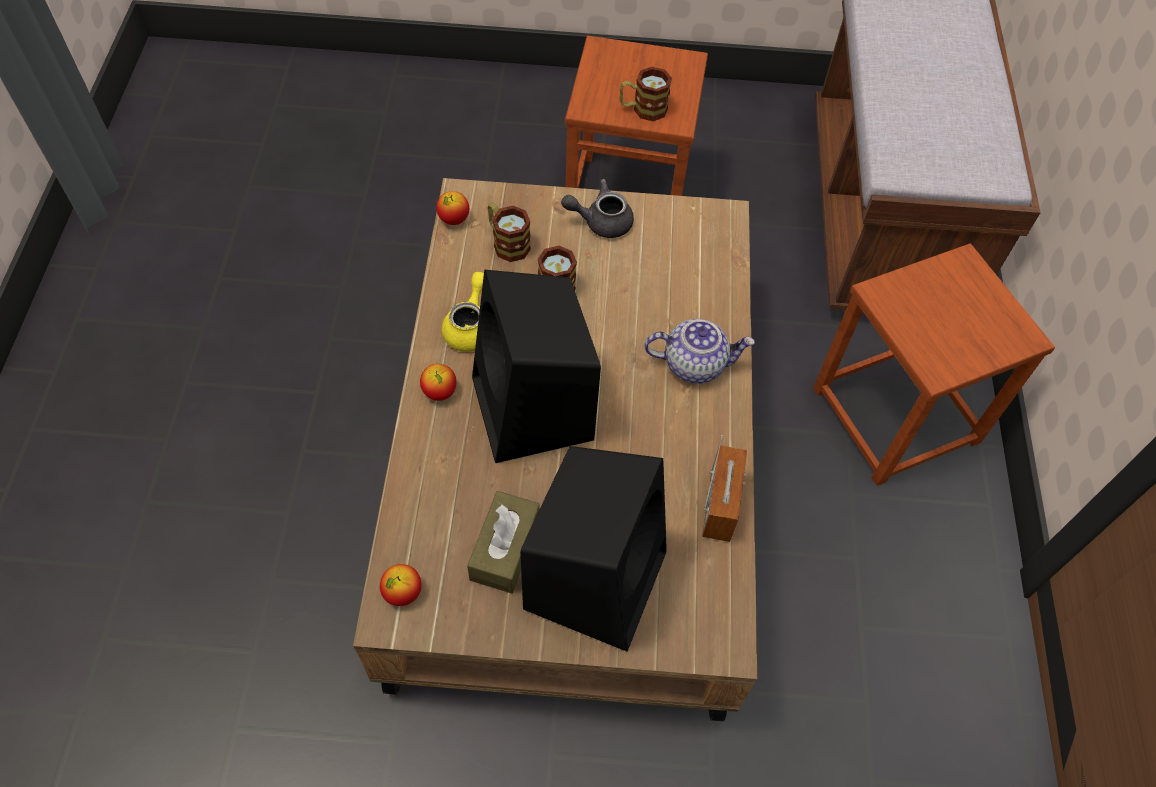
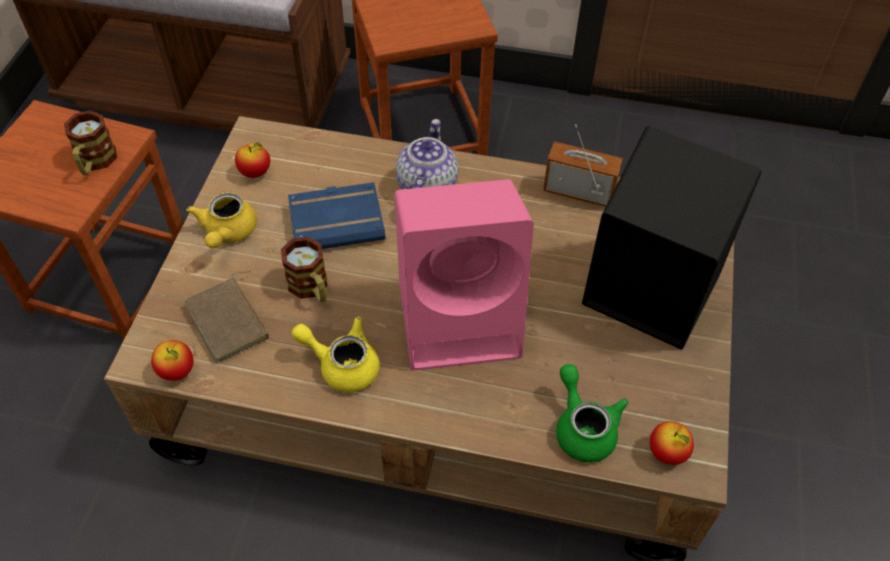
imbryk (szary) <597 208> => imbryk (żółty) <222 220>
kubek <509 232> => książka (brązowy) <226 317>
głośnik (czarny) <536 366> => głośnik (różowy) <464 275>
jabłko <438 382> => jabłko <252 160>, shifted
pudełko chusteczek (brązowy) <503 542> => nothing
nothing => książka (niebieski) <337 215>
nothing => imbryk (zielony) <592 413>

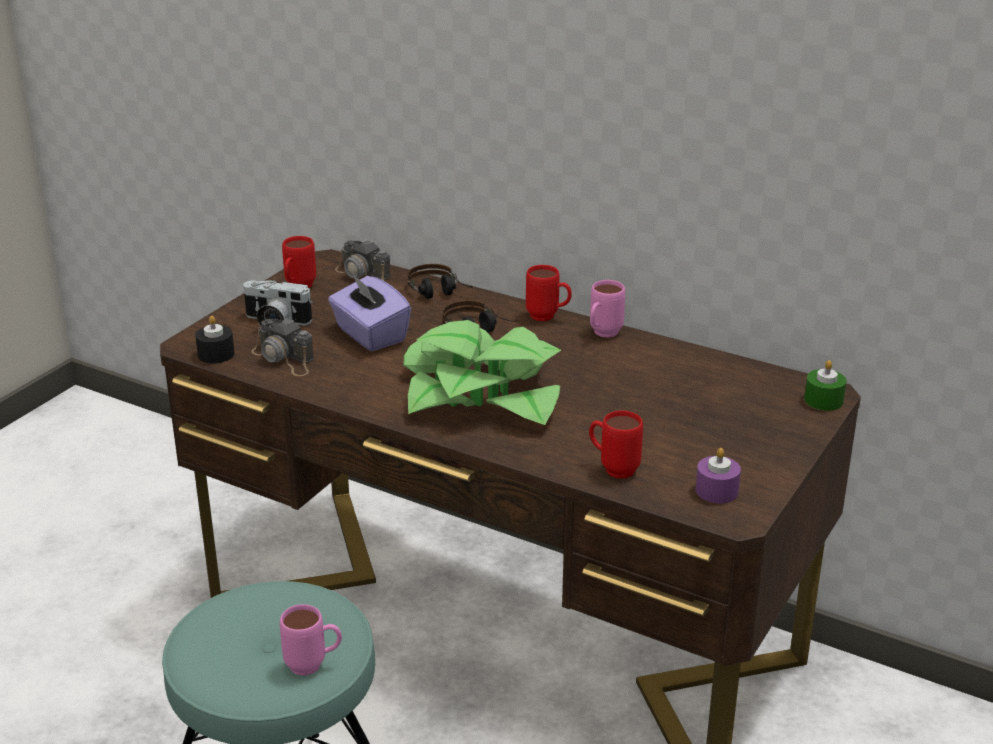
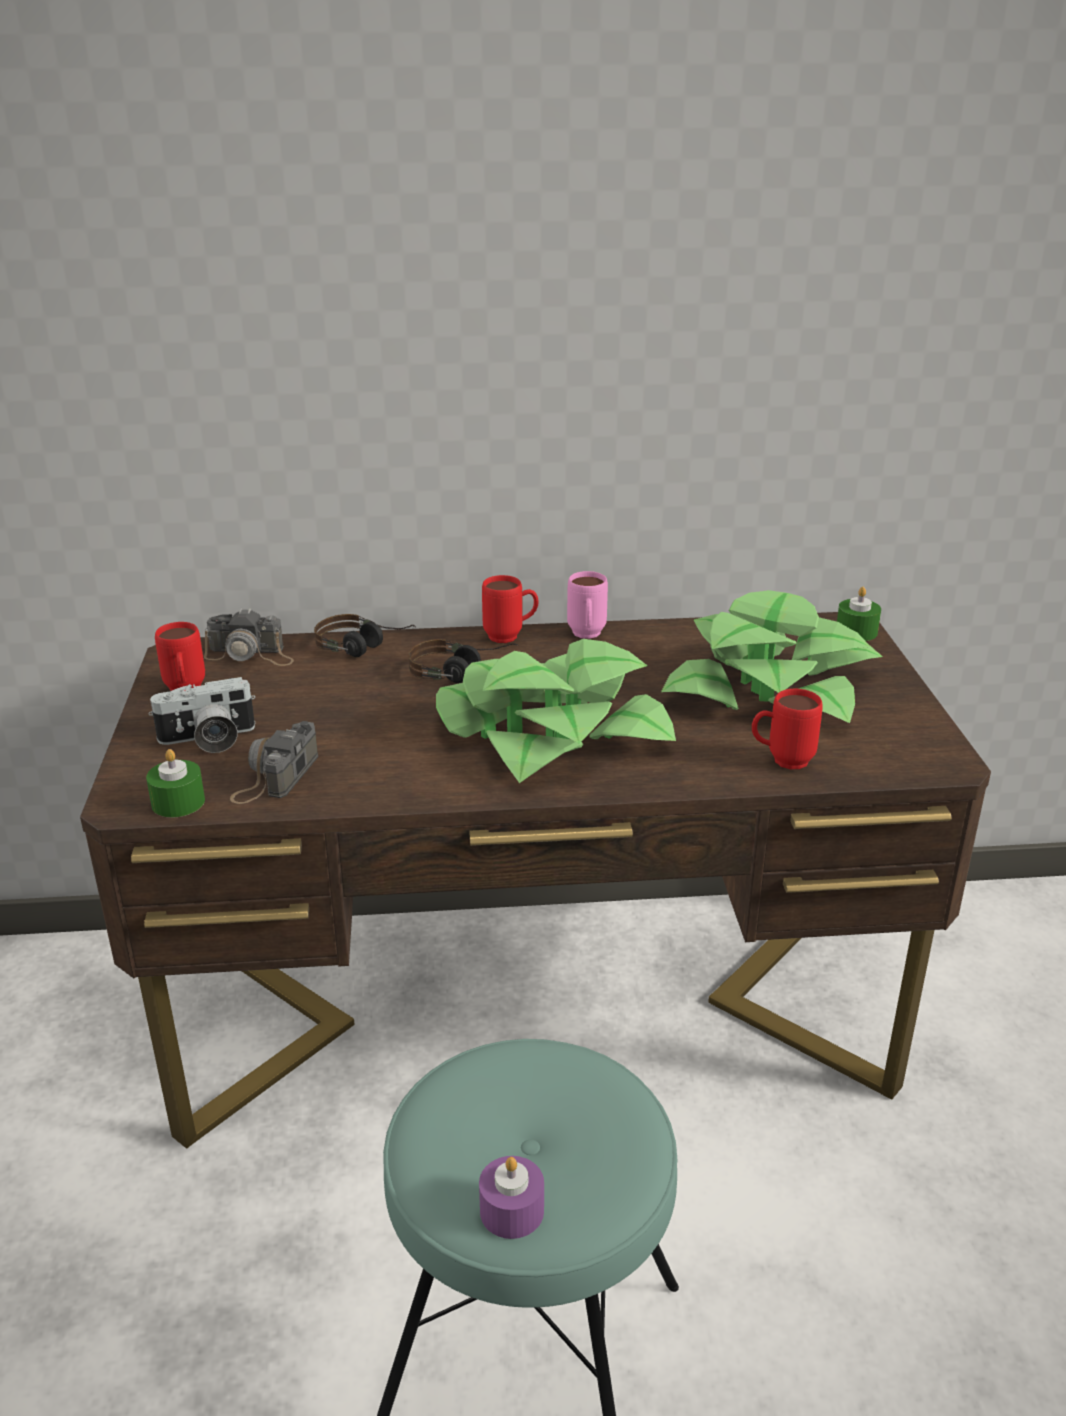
pudełko chusteczek (fioletowy) <369 312> => nothing
świeca (czarny) <215 339> => świeca (zielony) <175 783>
aparat fotograficzny <282 347> => aparat fotograficzny <274 762>, 105 degrees clockwise
świeca (fioletowy) <718 475> => świeca (fioletowy) <511 1197>, shifted
kubek (różowy) <311 640> => nothing
nothing => roślina doniczkowa <772 656>

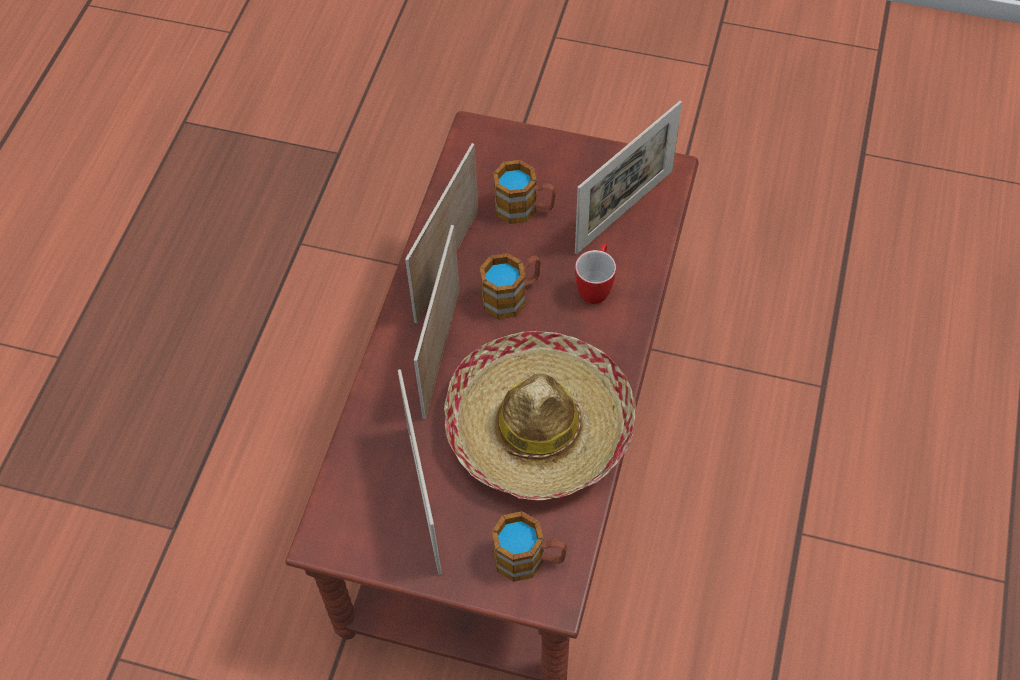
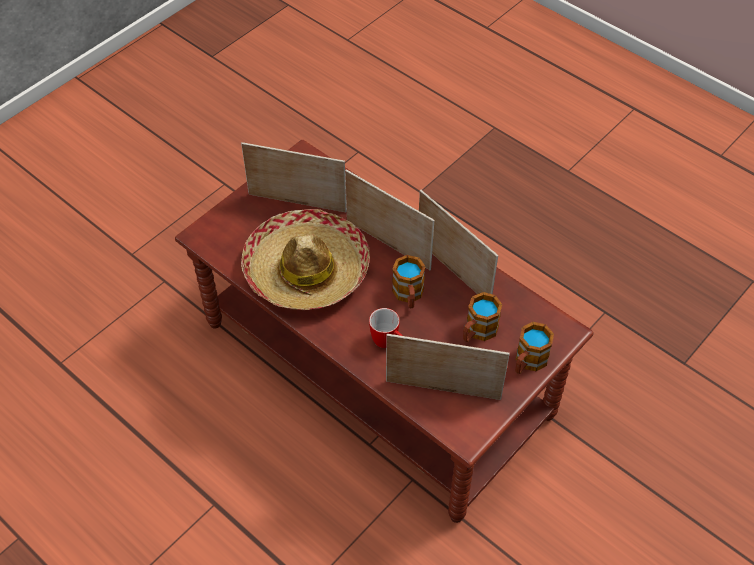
ramka na zdjęcie <628 177> => ramka na zdjęcie <448 367>, 120 degrees clockwise
kubek <529 546> => kubek <534 348>, shifted

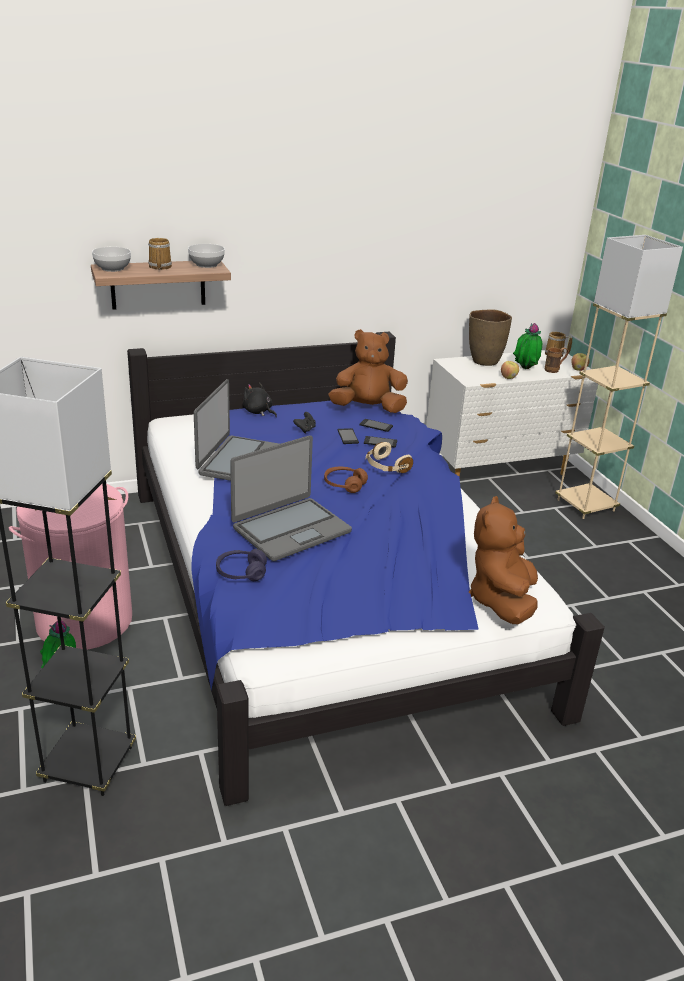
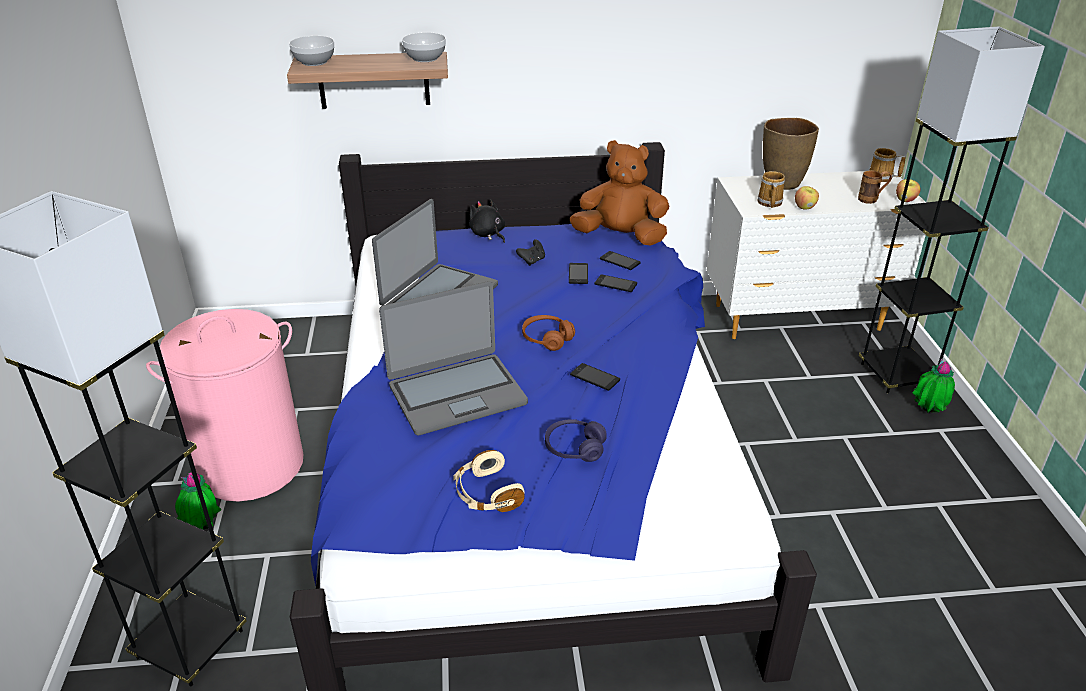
lampa stojąca (beżowy) <619 377> => lampa stojąca (czarny) <952 209>
kubek <160 254> => kubek <771 189>, shifted
roślina doniczkowa <527 346> => roślina doniczkowa <933 386>, shifted
słuchawki (beżowy) <389 457> => słuchawki (beżowy) <489 481>, shifted
pluszak (brązowy) <503 560> => nothing
słuchawki (fioletowy) <241 565> => słuchawki (fioletowy) <576 440>, shifted
nothing => telefon <595 377>

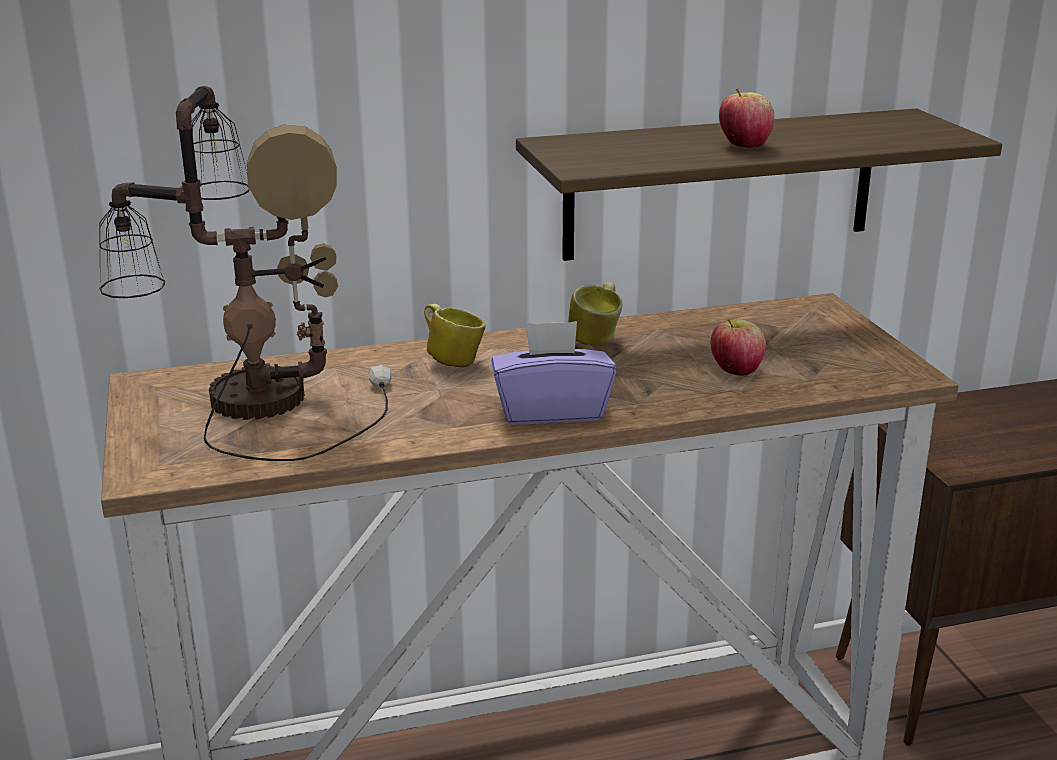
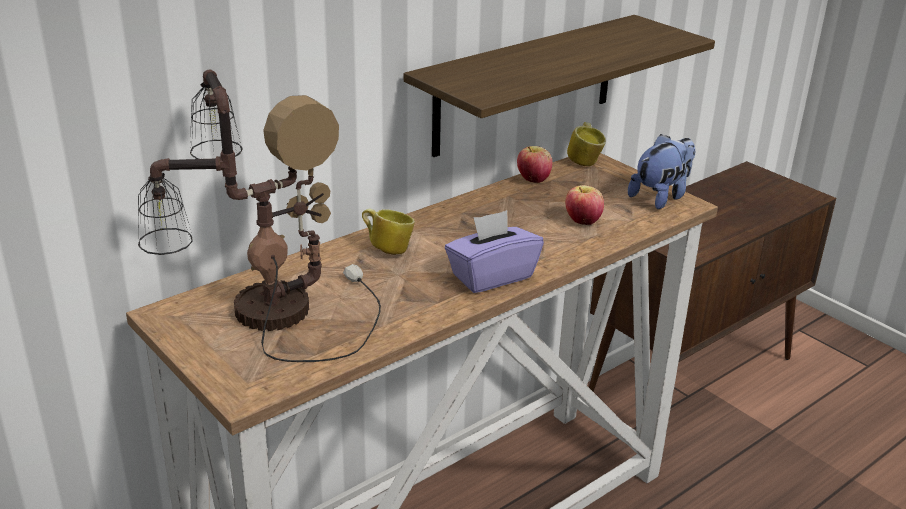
jabłko <747 118> => jabłko <535 164>, shifted
kubek <595 313> => kubek <586 144>, shifted
nothing => pluszak <661 171>

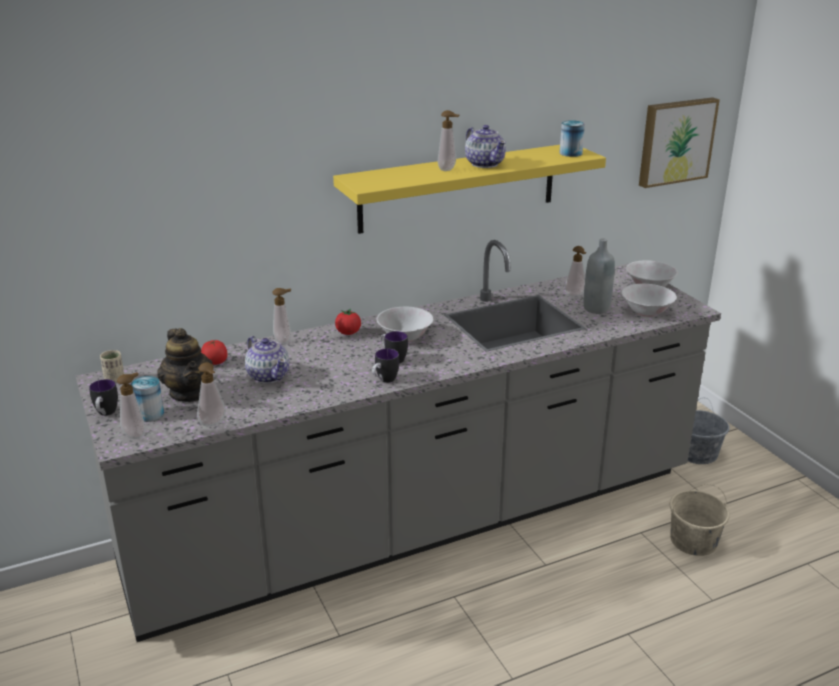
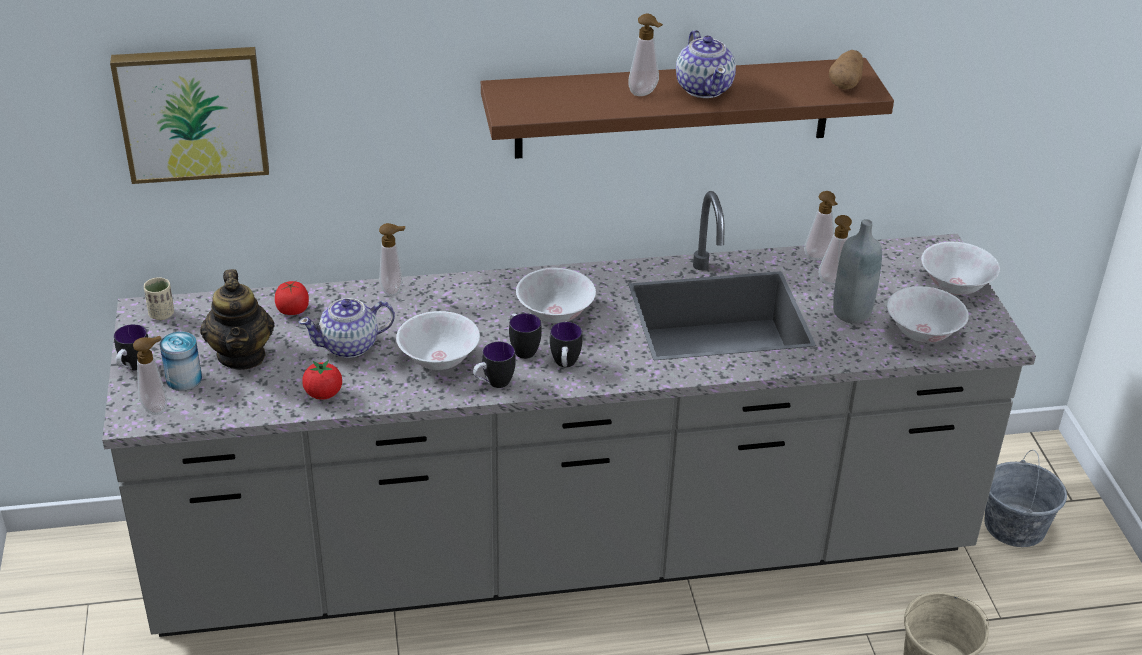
obraz <679 142> => obraz <189 115>, shifted
puszka <572 138> => ziemniak <846 70>
półka (żółty) <469 189> => półka (brązowy) <687 108>
pomidor <348 321> => pomidor <322 380>, shifted
imbryk <267 360> => imbryk <346 328>, 90 degrees clockwise
dozownik mydła <211 394> => dozownik mydła <821 225>, shifted
nothing => miska (biały) <438 340>
nothing => kubek <566 344>

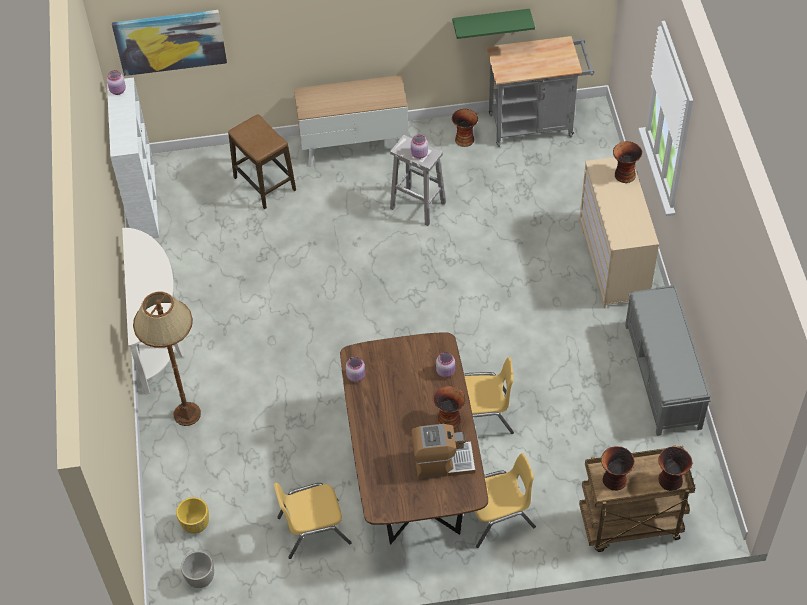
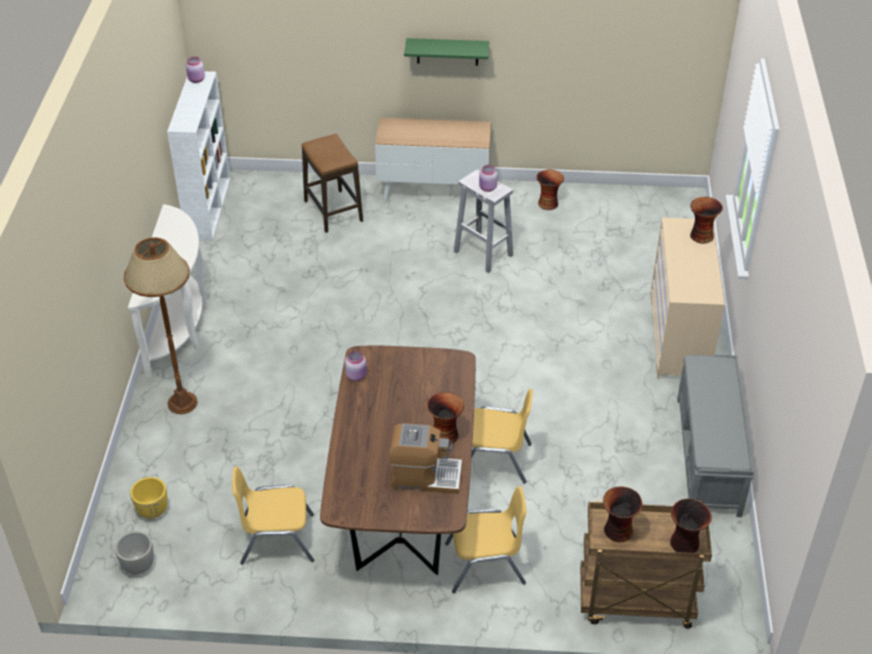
półka (zielony) <493 24> => półka (zielony) <446 51>, shifted
obraz <169 43> => nothing
wózek (szary) <540 91> => nothing
słoik (różowy) <445 365> => nothing

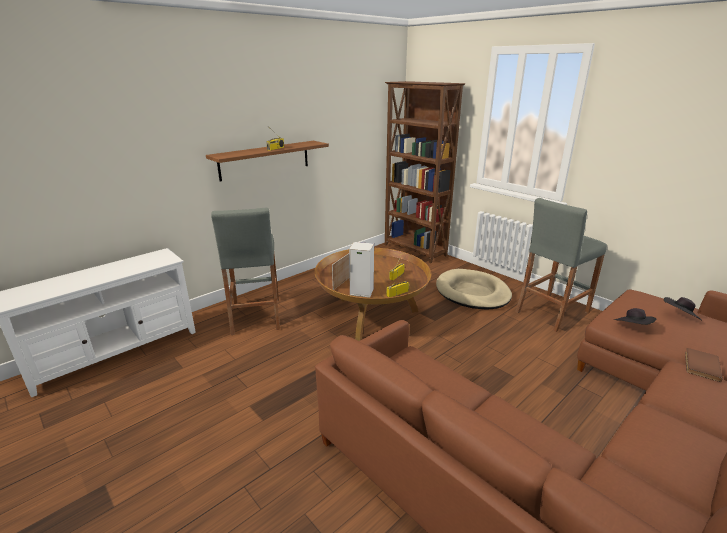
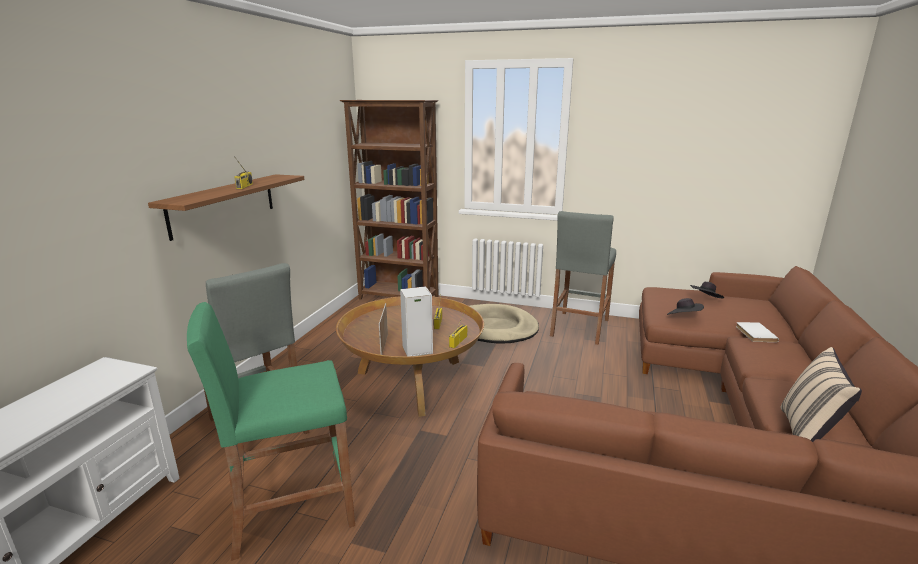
książka (brązowy) <704 365> => książka (biały) <757 332>
nothing => stołek (zielony) <271 431>
nothing => poduszka (beżowy) <821 394>

